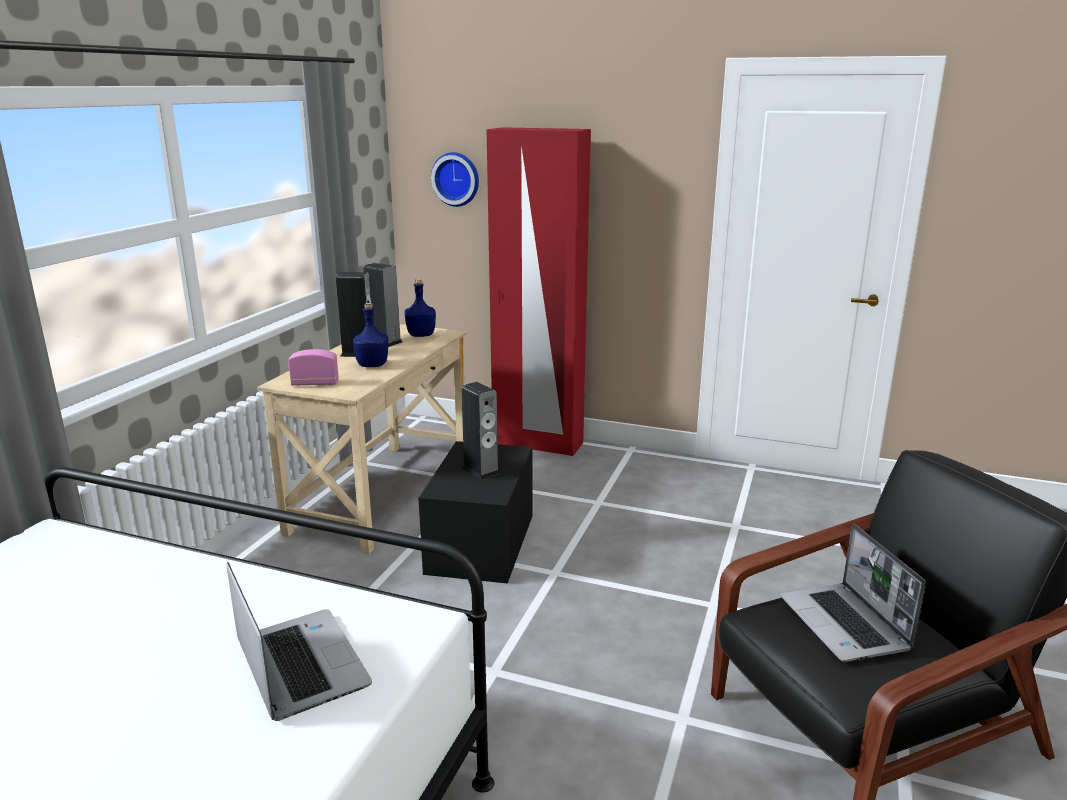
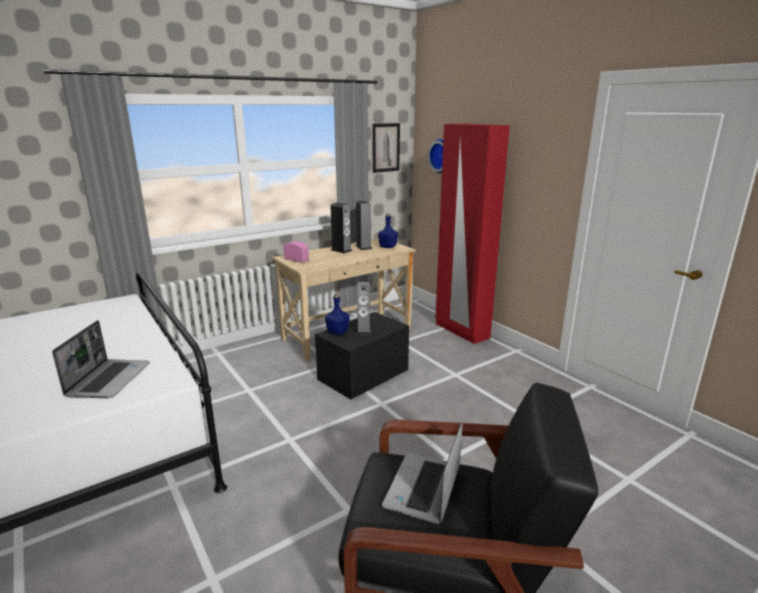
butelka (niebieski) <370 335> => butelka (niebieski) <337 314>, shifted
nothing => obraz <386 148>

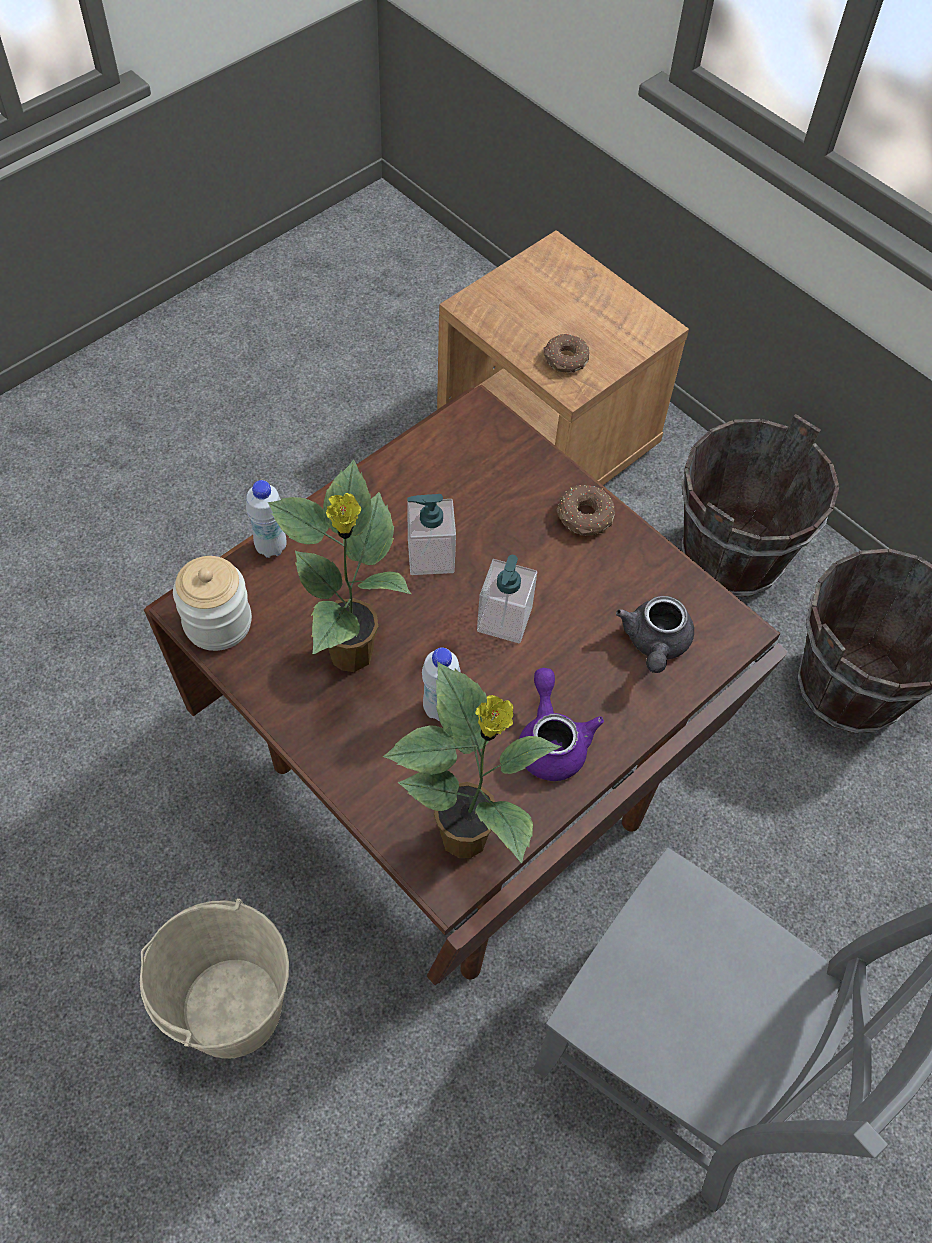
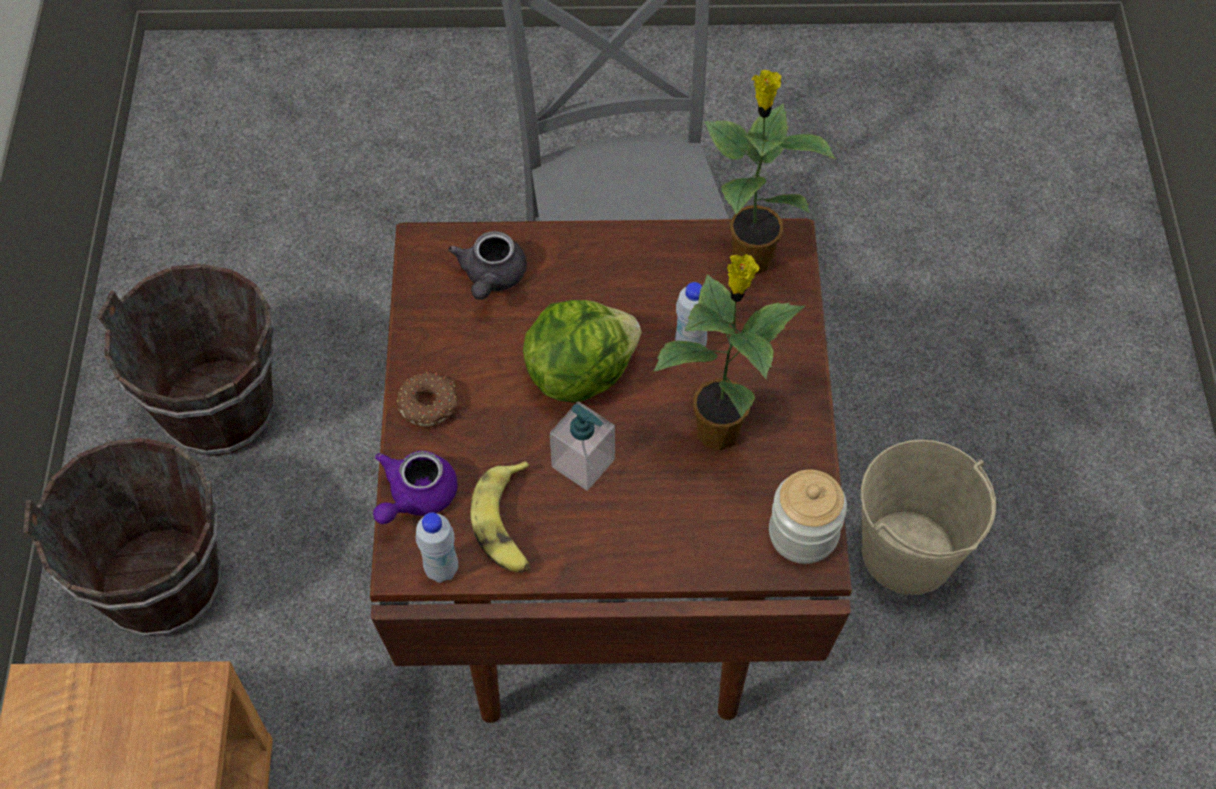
donut <566 353> => nothing
butelka (biały) <266 519> => butelka (biały) <437 548>, shifted
dozownik mydła <507 599> => sałata <582 351>
imbryk (szary) <655 634> => imbryk (szary) <487 265>, 135 degrees clockwise
imbryk (fioletowy) <561 724> => imbryk (fioletowy) <415 487>, shifted
nothing => banan <500 517>

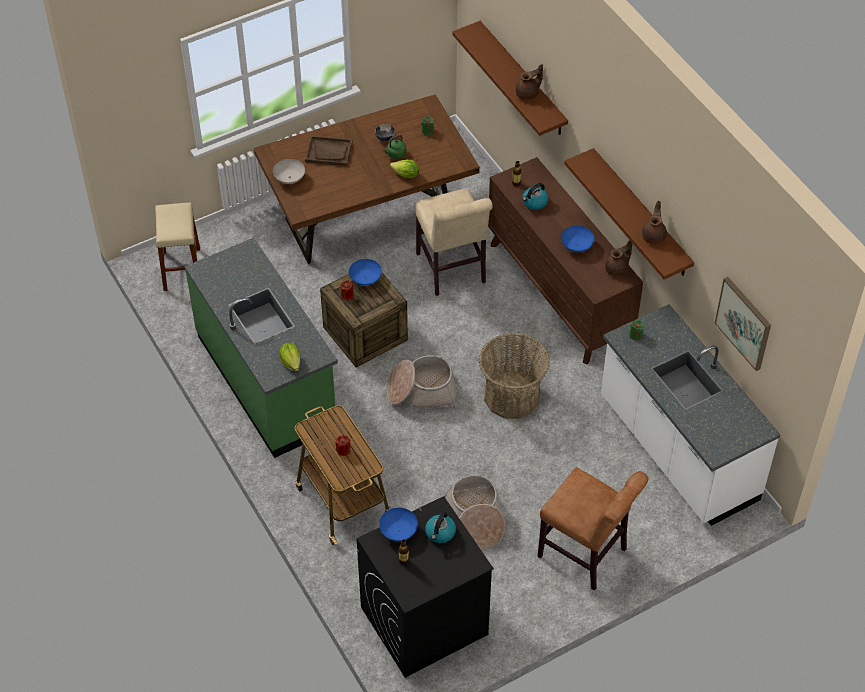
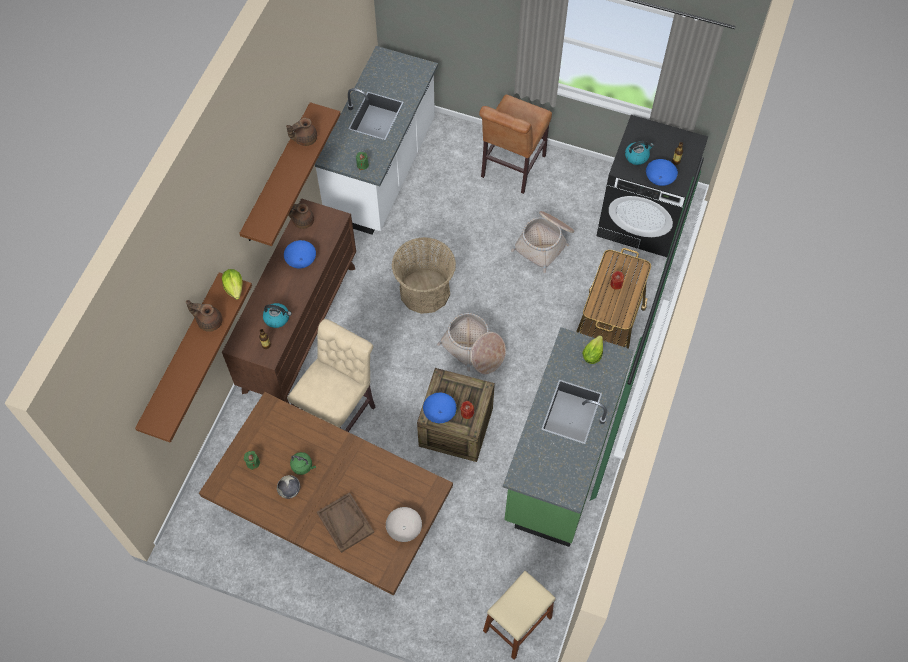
sałata <404 168> => sałata <232 284>, shifted
obraz <743 324> => nothing
krzesło (brązowy) <592 529> => krzesło (brązowy) <515 144>, 150 degrees counterclockwise

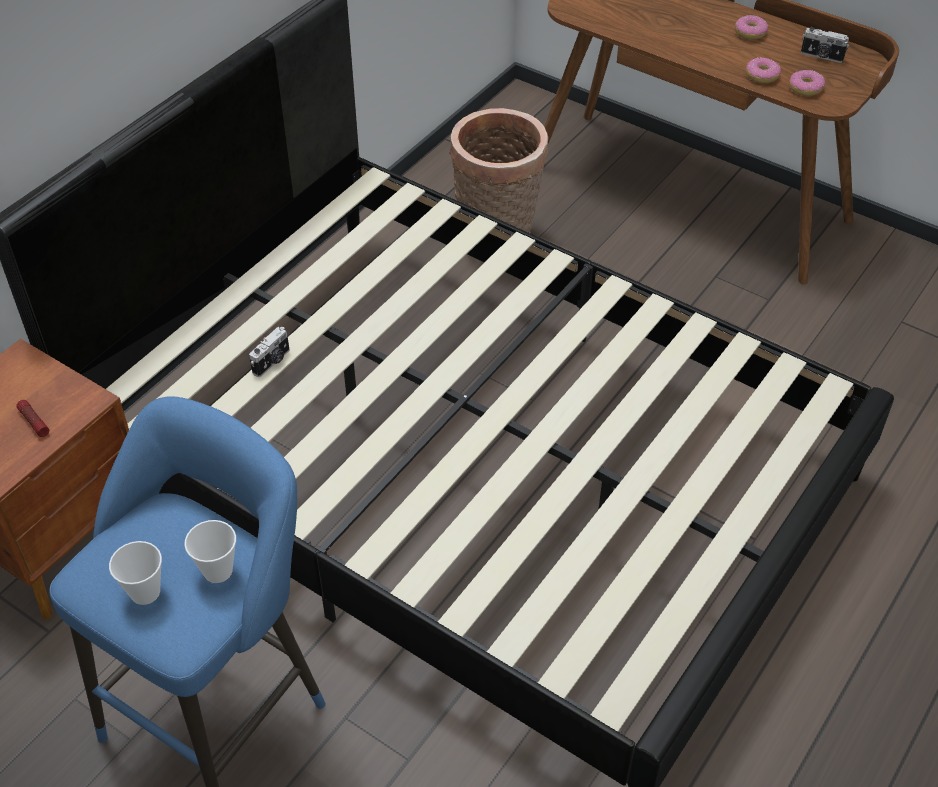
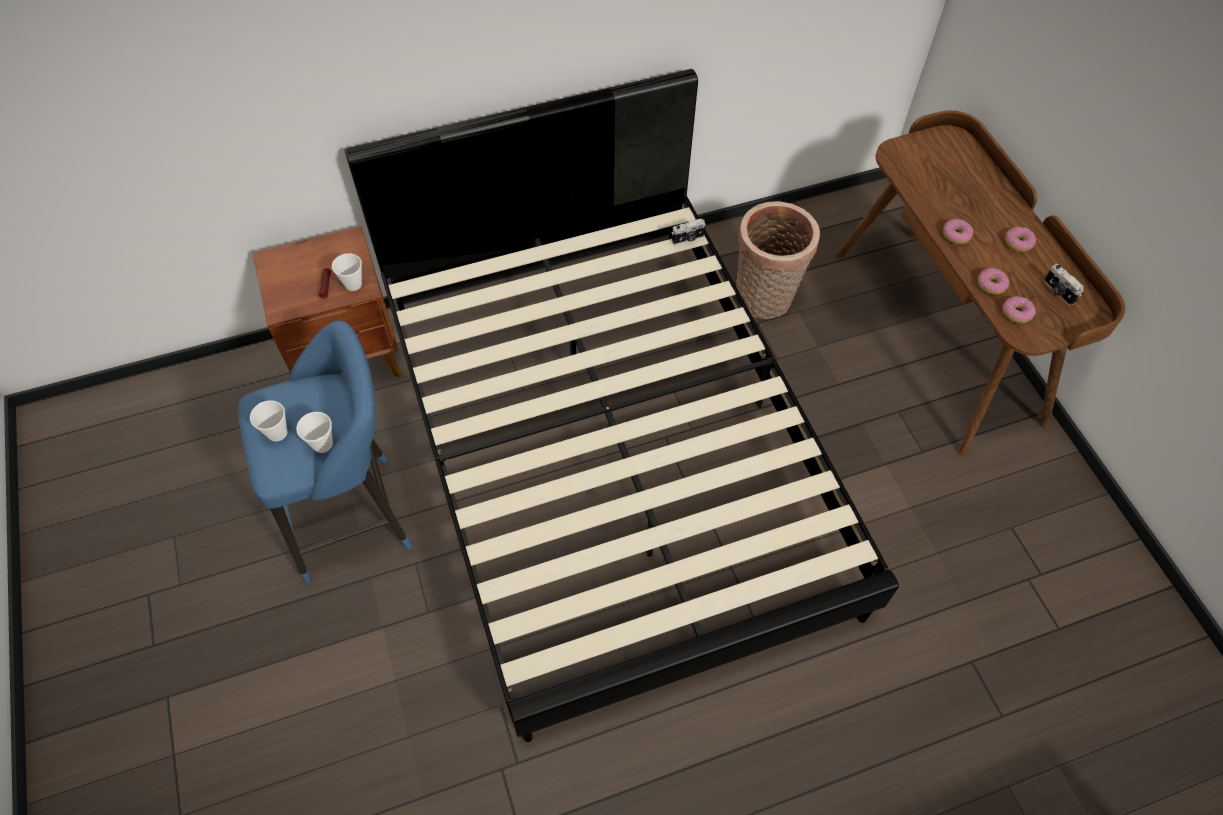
aparat fotograficzny <269 352> => aparat fotograficzny <689 231>, shifted
nothing => donut <958 231>
nothing => filiżanka <347 272>

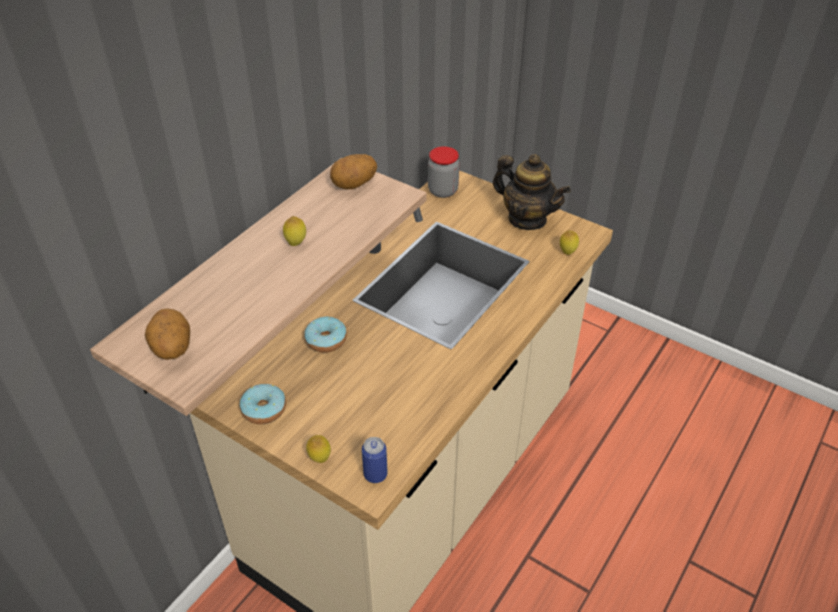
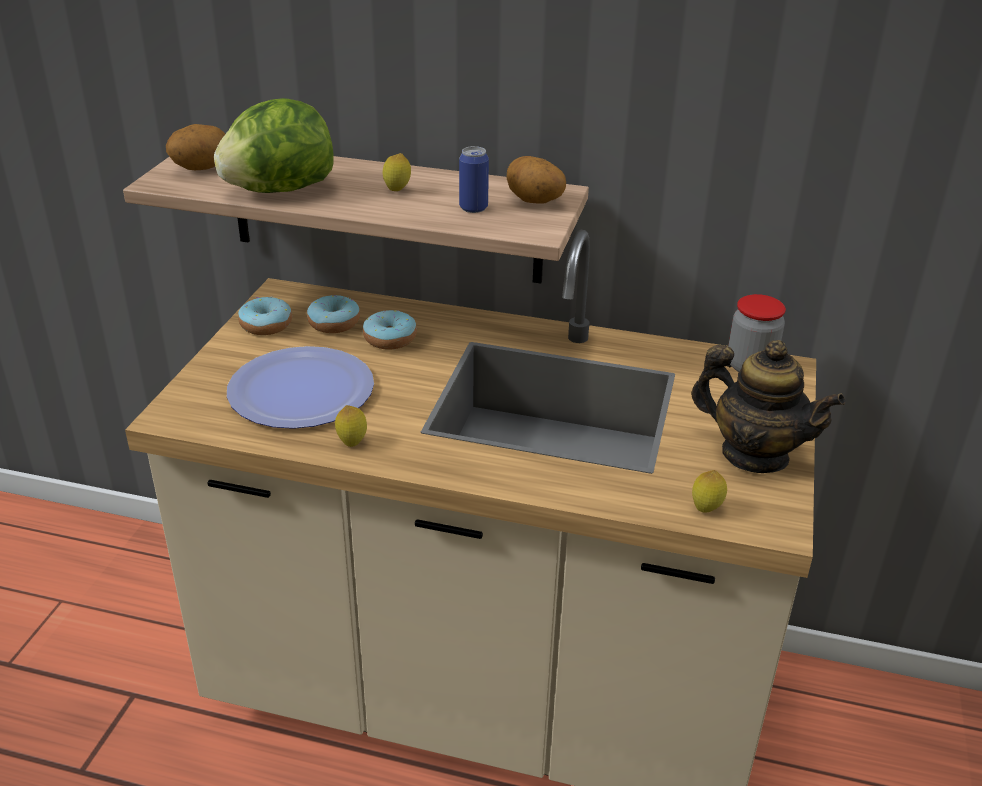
imbryk <532 192> => imbryk <768 406>, 75 degrees counterclockwise
cytryna <318 449> => cytryna <351 426>, shifted
puszka <375 460> => puszka <474 179>, shifted
nothing => sałata <274 145>
nothing => donut <333 314>
nothing => talerz <300 387>

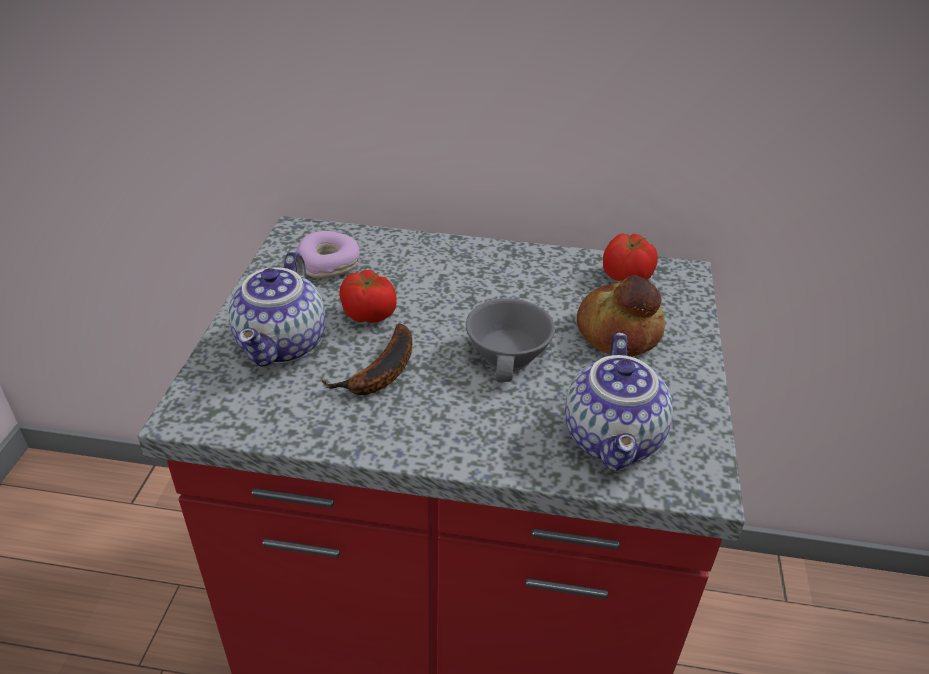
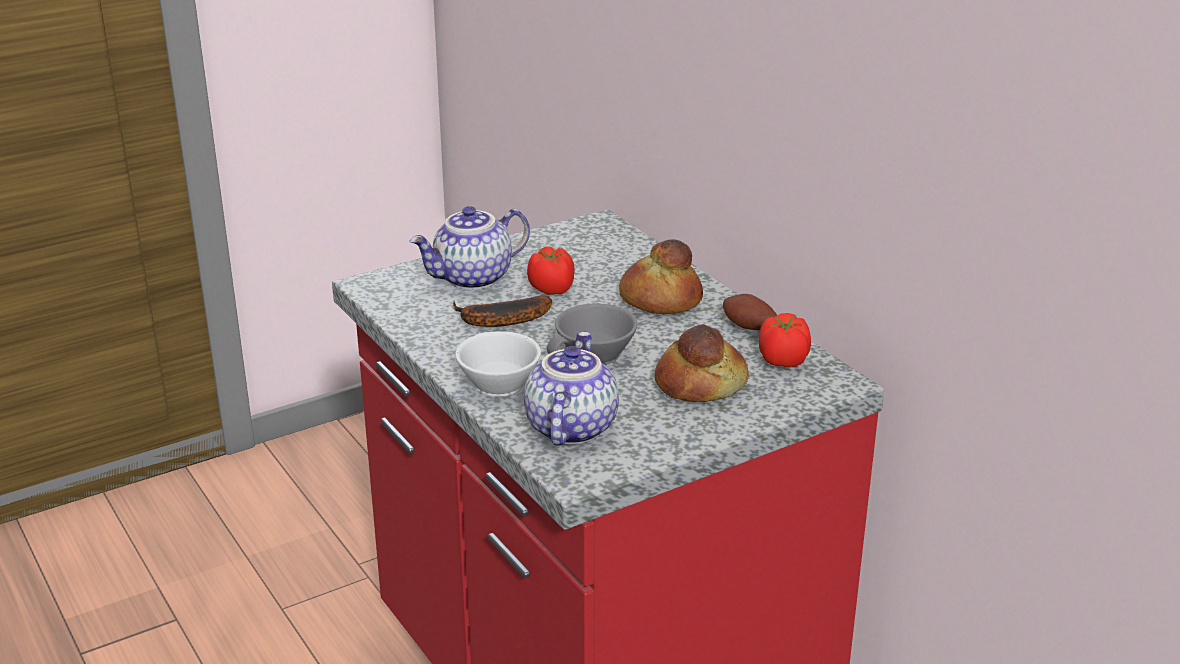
donut <328 255> => nothing
imbryk <619 402> => imbryk <571 389>, 135 degrees clockwise
nothing => chleb <661 276>
nothing => ziemniak <750 312>
nothing => filiżanka (biały) <498 364>

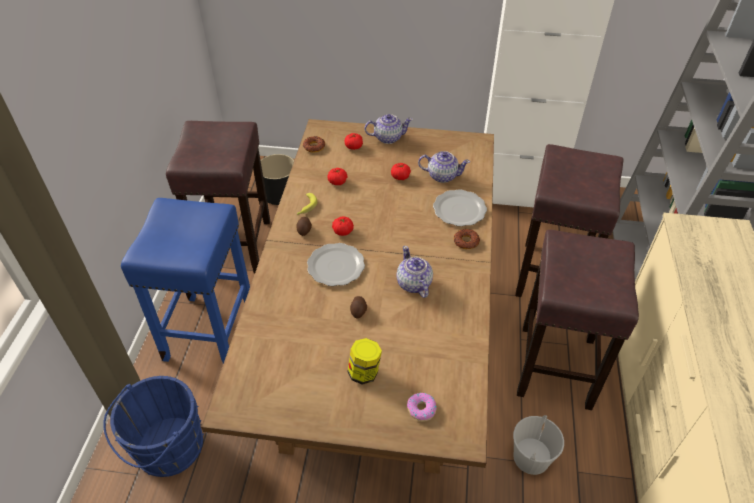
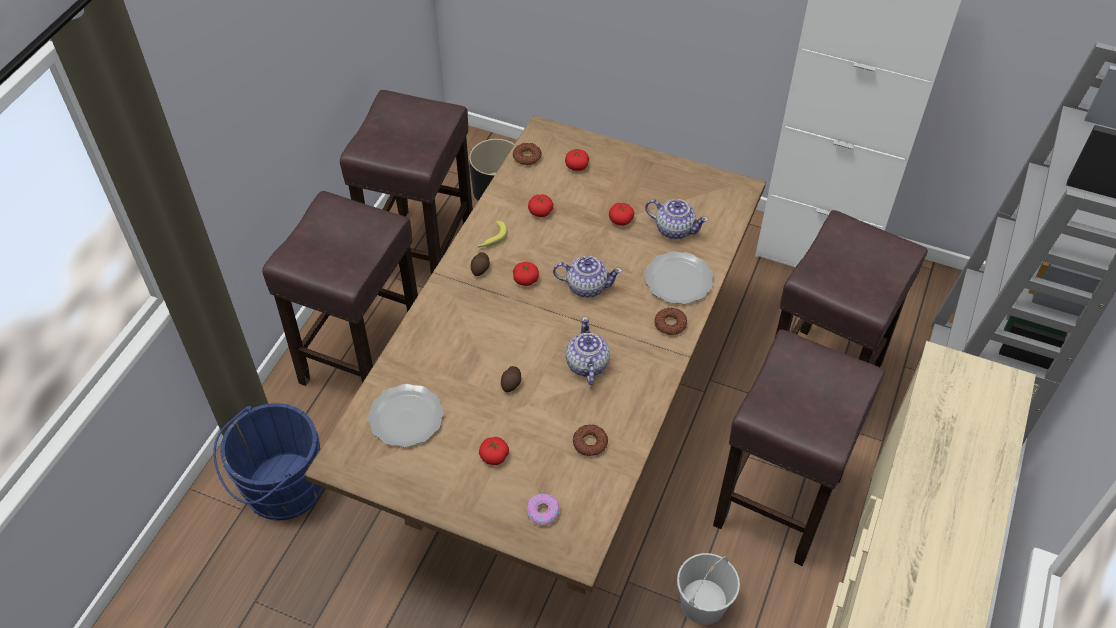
imbryk <388 129> => imbryk <587 277>, shifted
stołek (niebieski) <185 280> => stołek (brązowy) <340 288>
talerz <336 264> => talerz <406 415>, shifted
słoik <364 361> => pomidor <494 451>
nothing => donut <590 440>

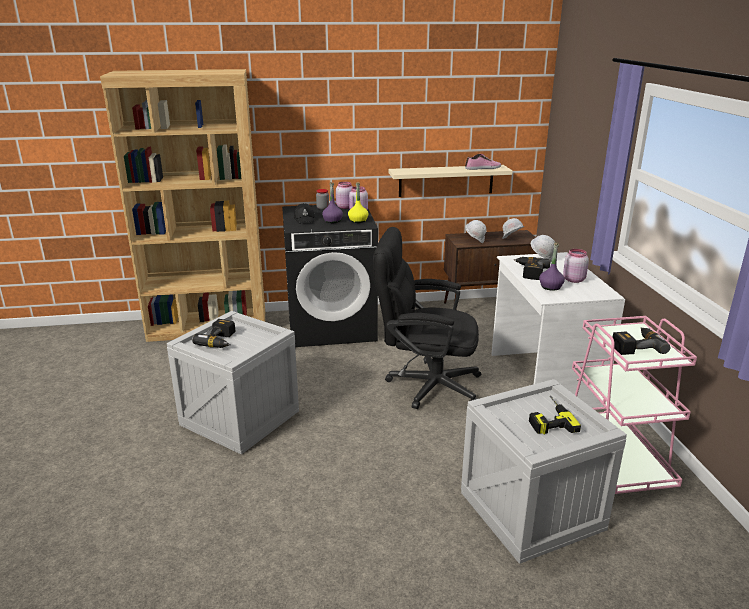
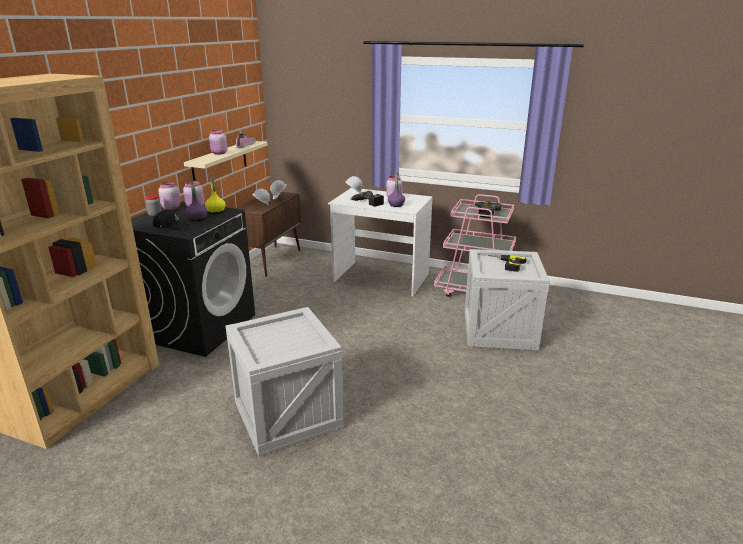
krzesło biurowe (czarny) <427 318> => nothing
wiertarka <213 333> => nothing
nothing => słoik (różowy) <218 142>

